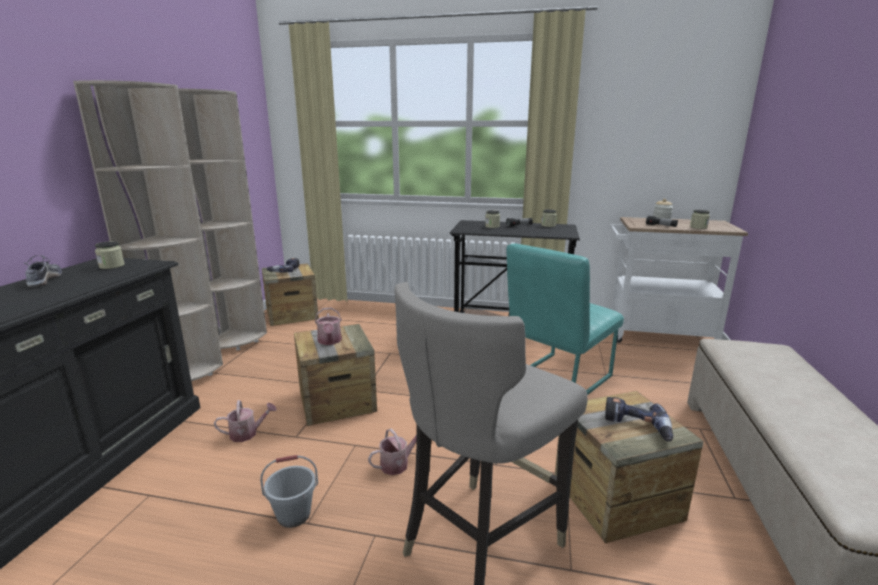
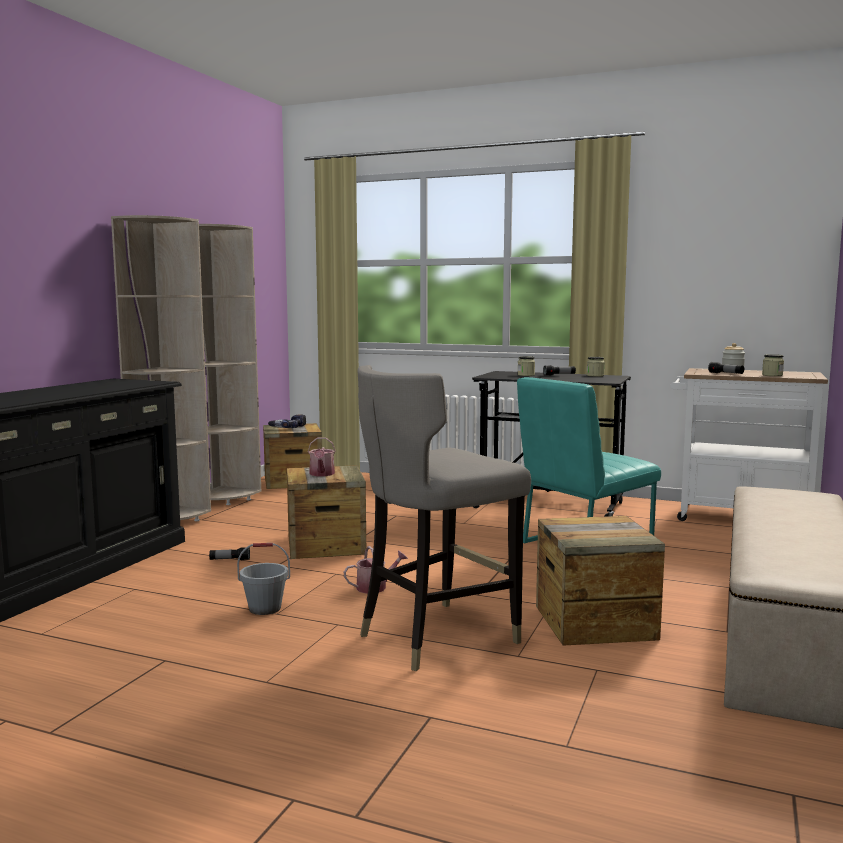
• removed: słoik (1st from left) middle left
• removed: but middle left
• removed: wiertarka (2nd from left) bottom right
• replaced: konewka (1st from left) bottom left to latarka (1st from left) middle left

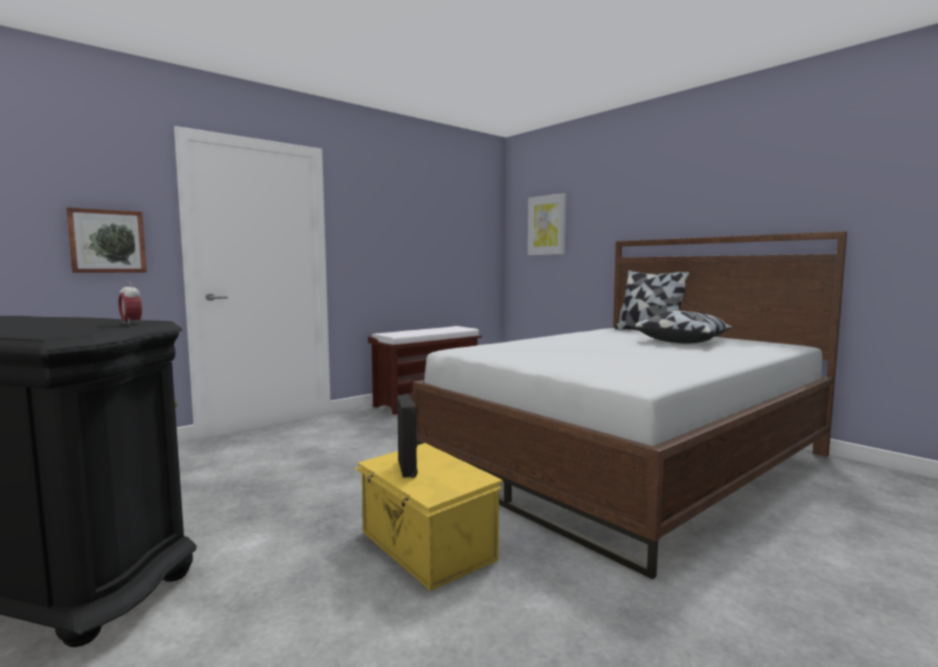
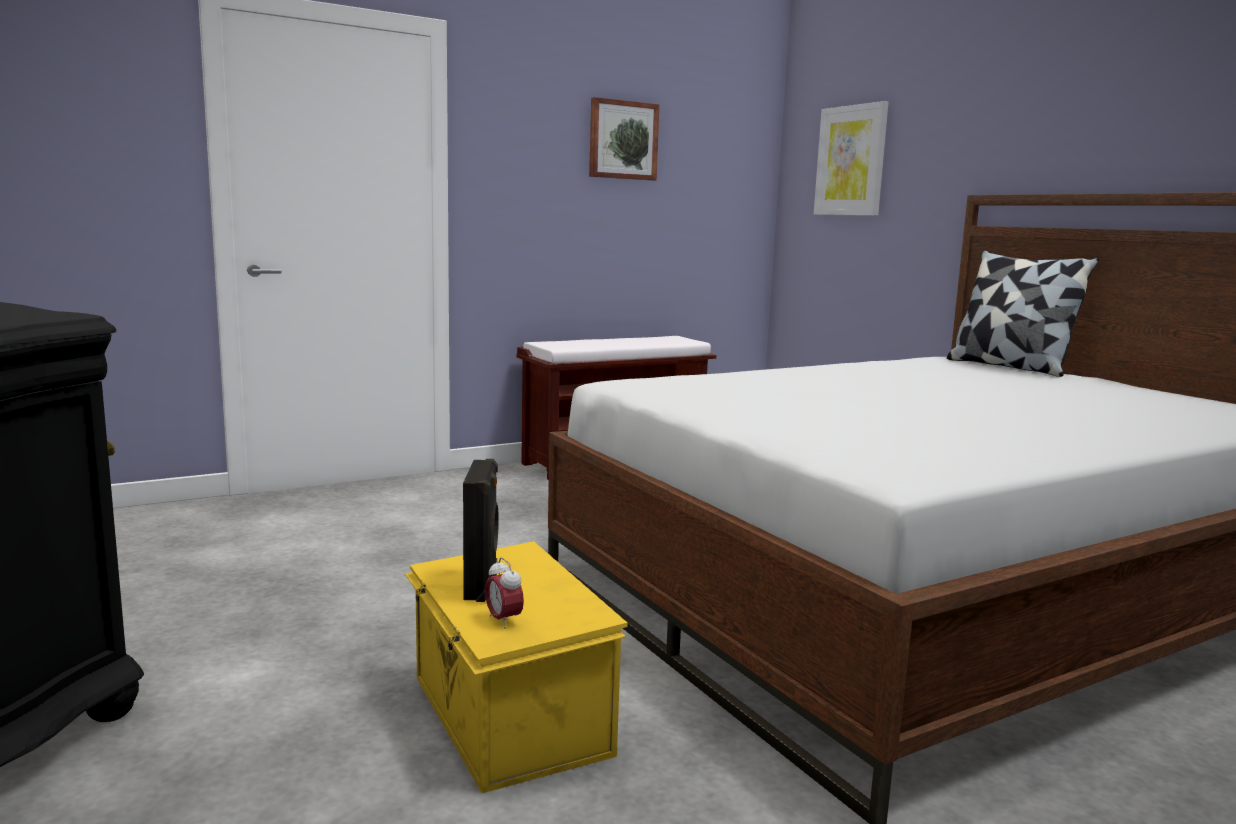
• moved: obraz (1st from left) middle left to top centre
• moved: budzik middle left to bottom centre
• removed: poduszka (2nd from left) middle right

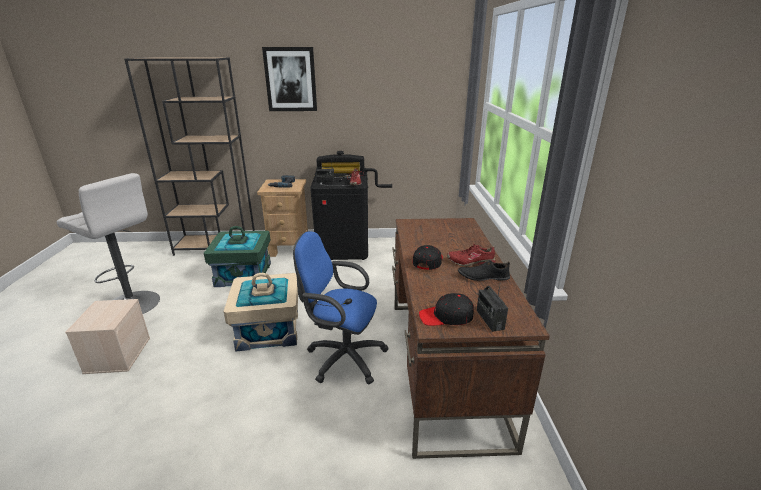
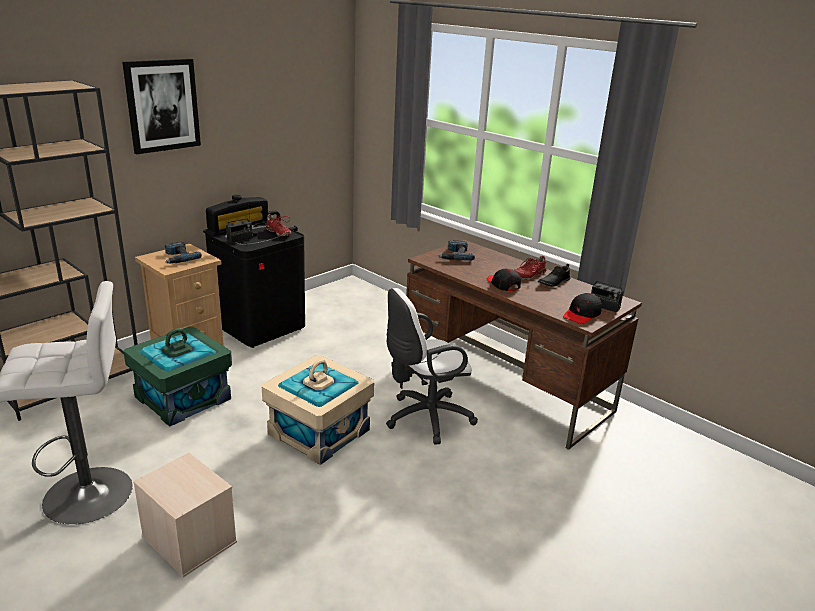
• recoloured: krzesło biurowe (niebieski) centre to krzesło biurowe (biały) centre
• added: wiertarka (2nd from left) centre

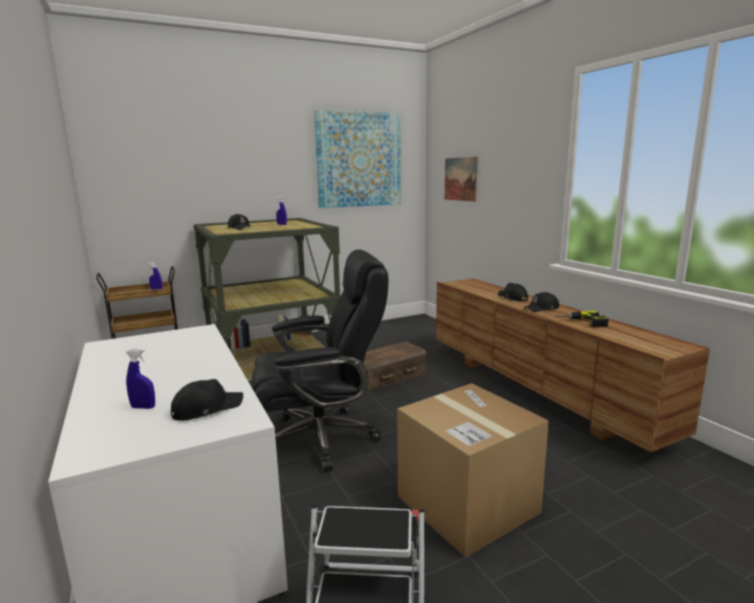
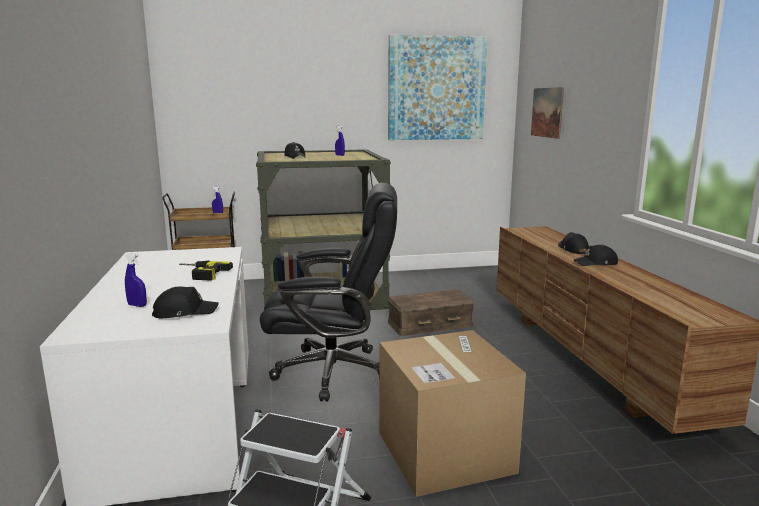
• moved: wiertarka middle right to middle left

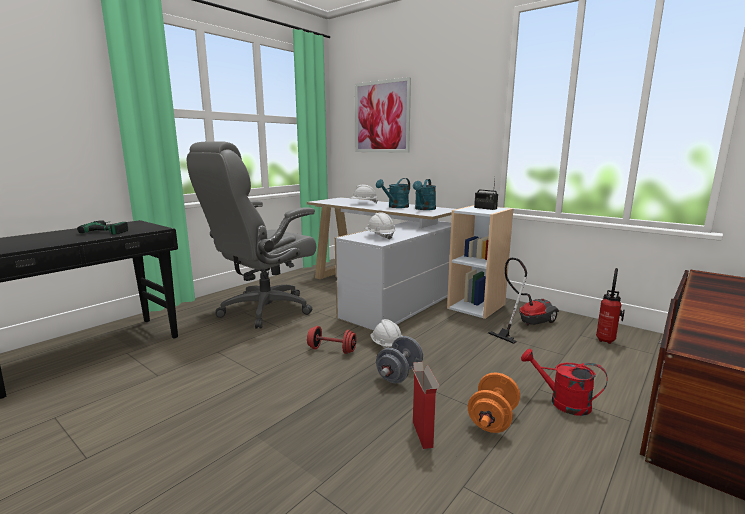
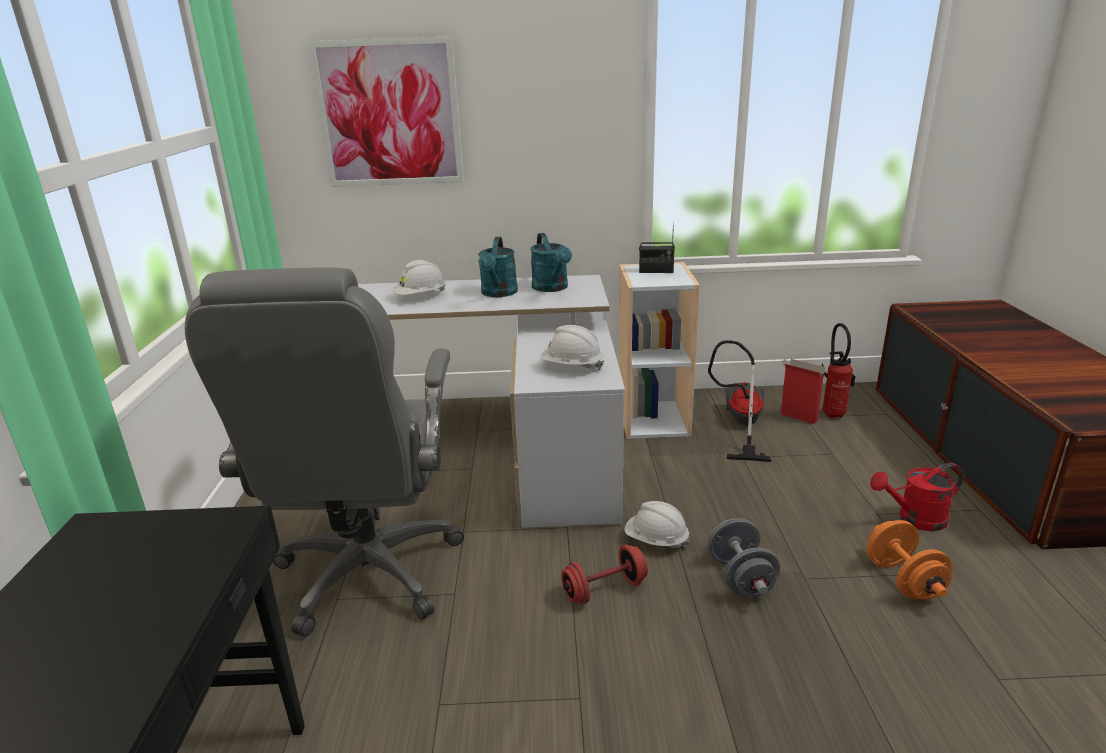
• removed: wiertarka middle left
• moved: karton bottom centre to middle right

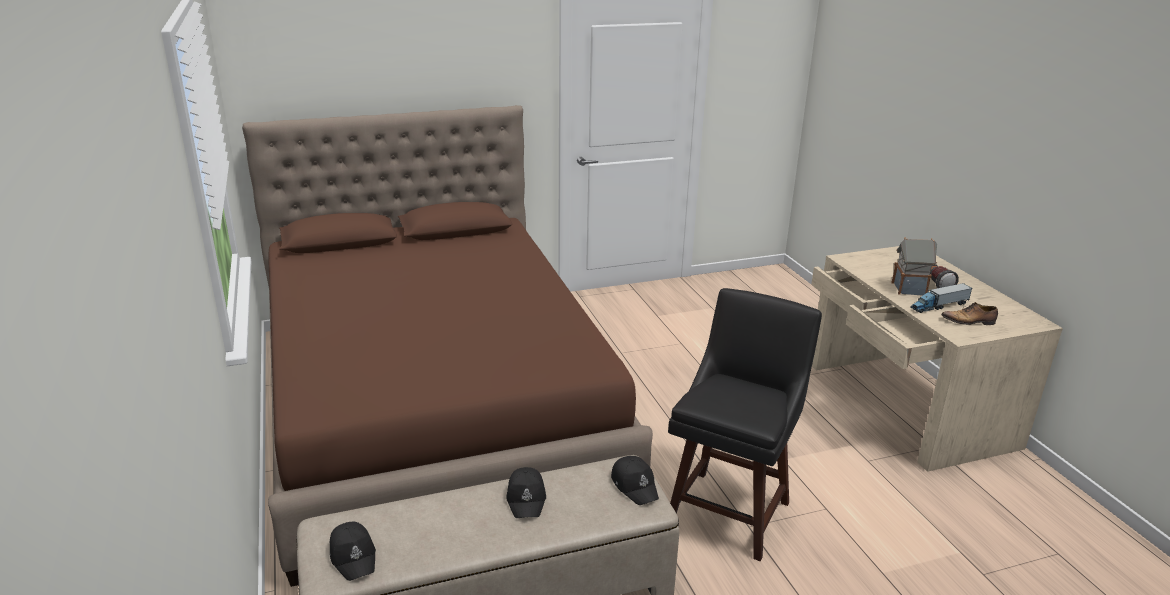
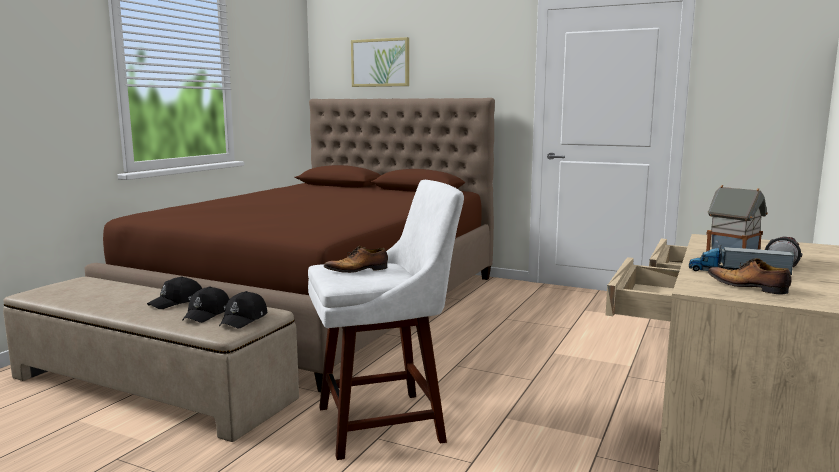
• recoloured: stołek (czarny) bottom centre to stołek (biały) bottom centre
• moved: czapka z daszkiem (czarny) (1st from left in the first image) bottom left to czapka z daszkiem (czarny) (2nd from left) middle left
• added: obraz top centre
• added: but (1st from left) centre

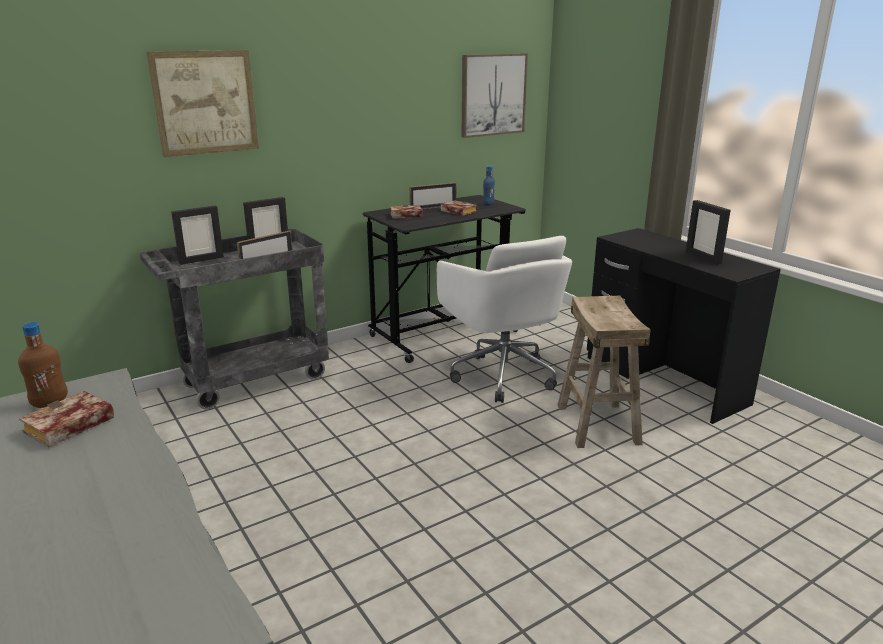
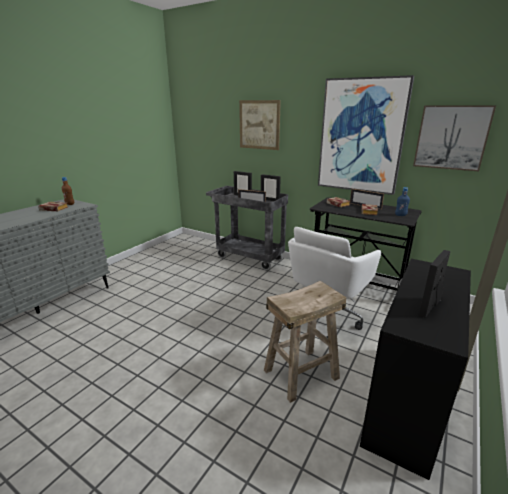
• added: obraz (2nd from left) top right

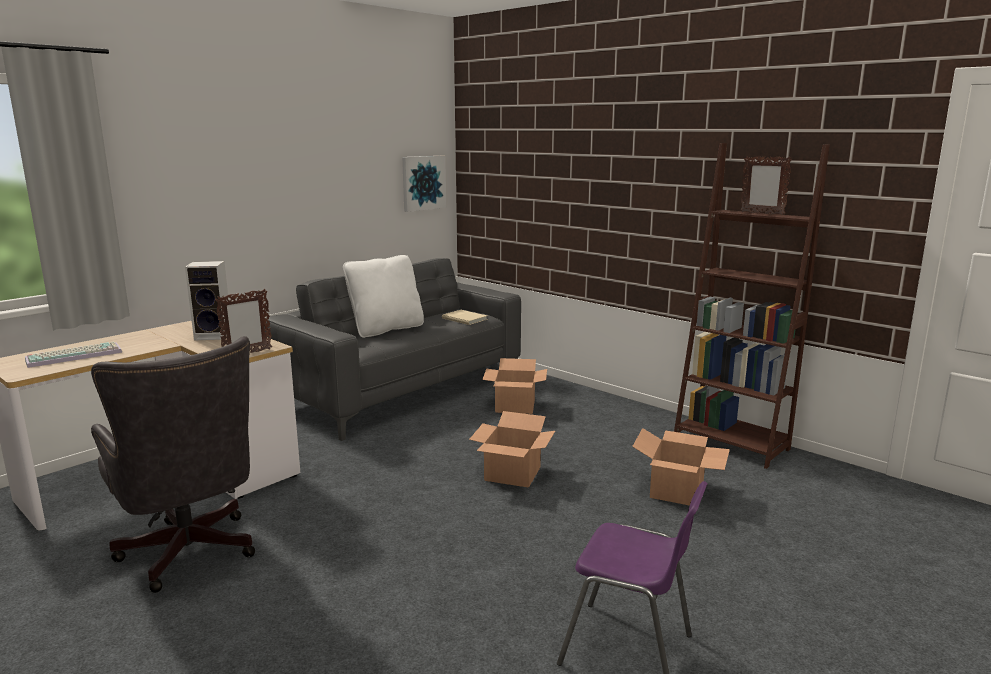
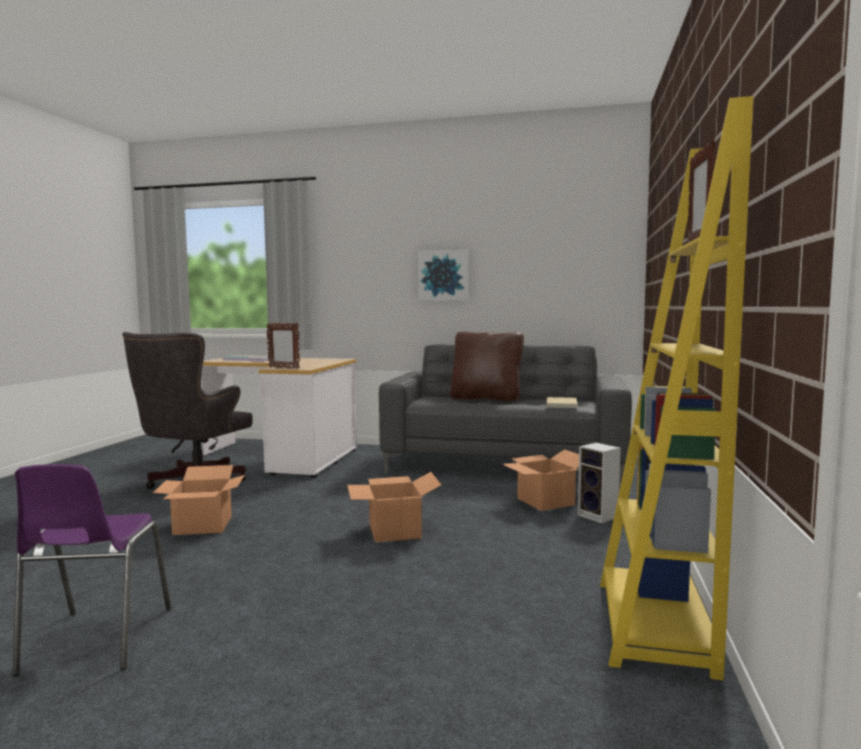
• recoloured: regał (brązowy) middle right to regał (żółty) middle right
• moved: obraz top centre to centre
• recoloured: poduszka (biały) centre to poduszka (brązowy) centre
• moved: głośnik middle left to middle right
• moved: karton (3rd from left in the first image) bottom right to karton (1st from left) bottom left

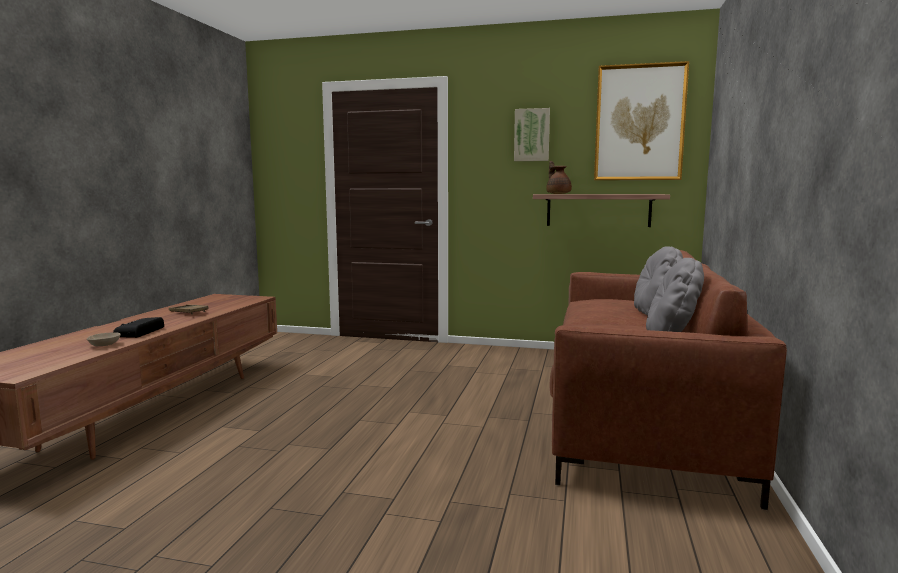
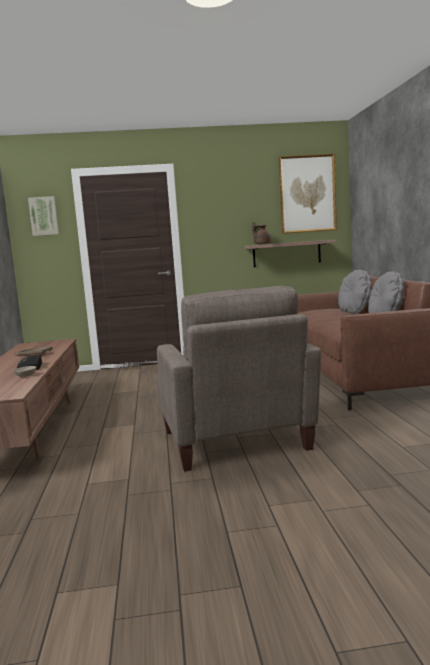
• moved: obraz (1st from left) top centre to top left
• added: fotel (beżowy) centre

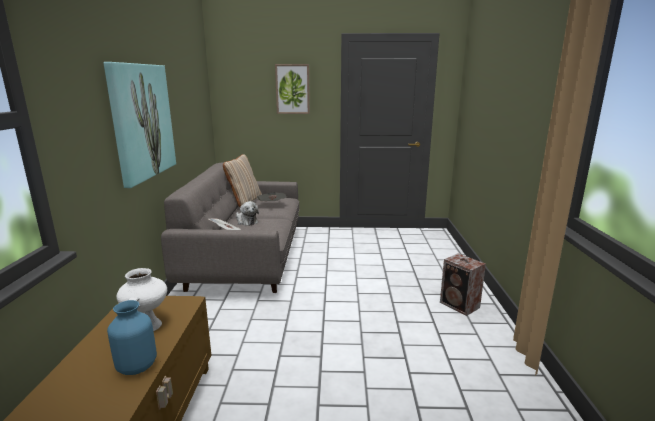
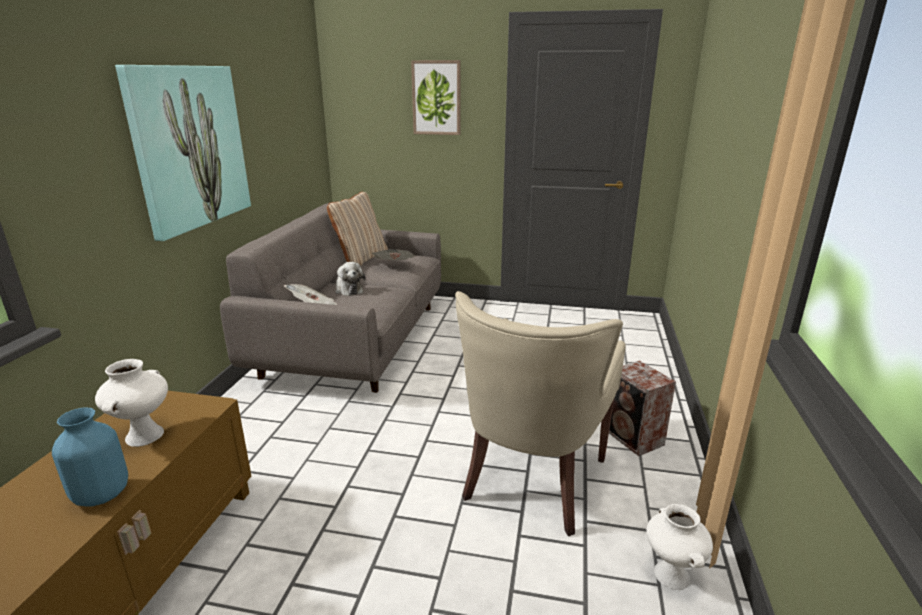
• added: fotel (beżowy) bottom centre
• added: wazon (biały) (2nd from left) bottom right

